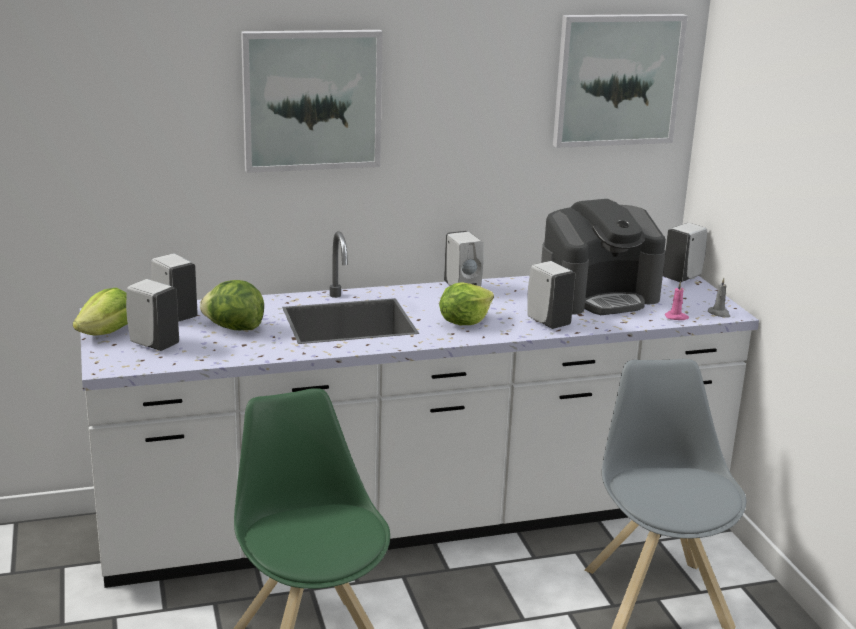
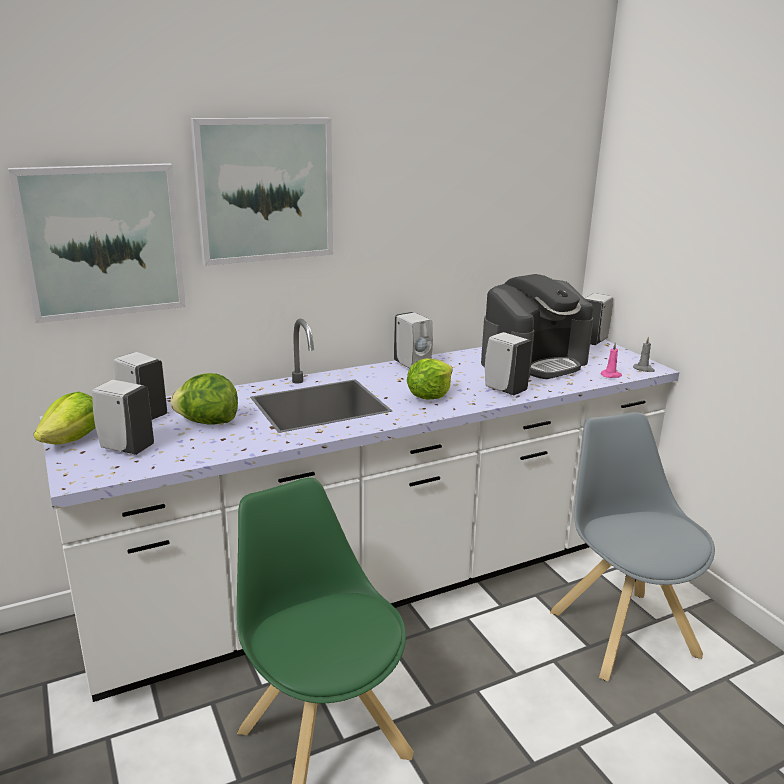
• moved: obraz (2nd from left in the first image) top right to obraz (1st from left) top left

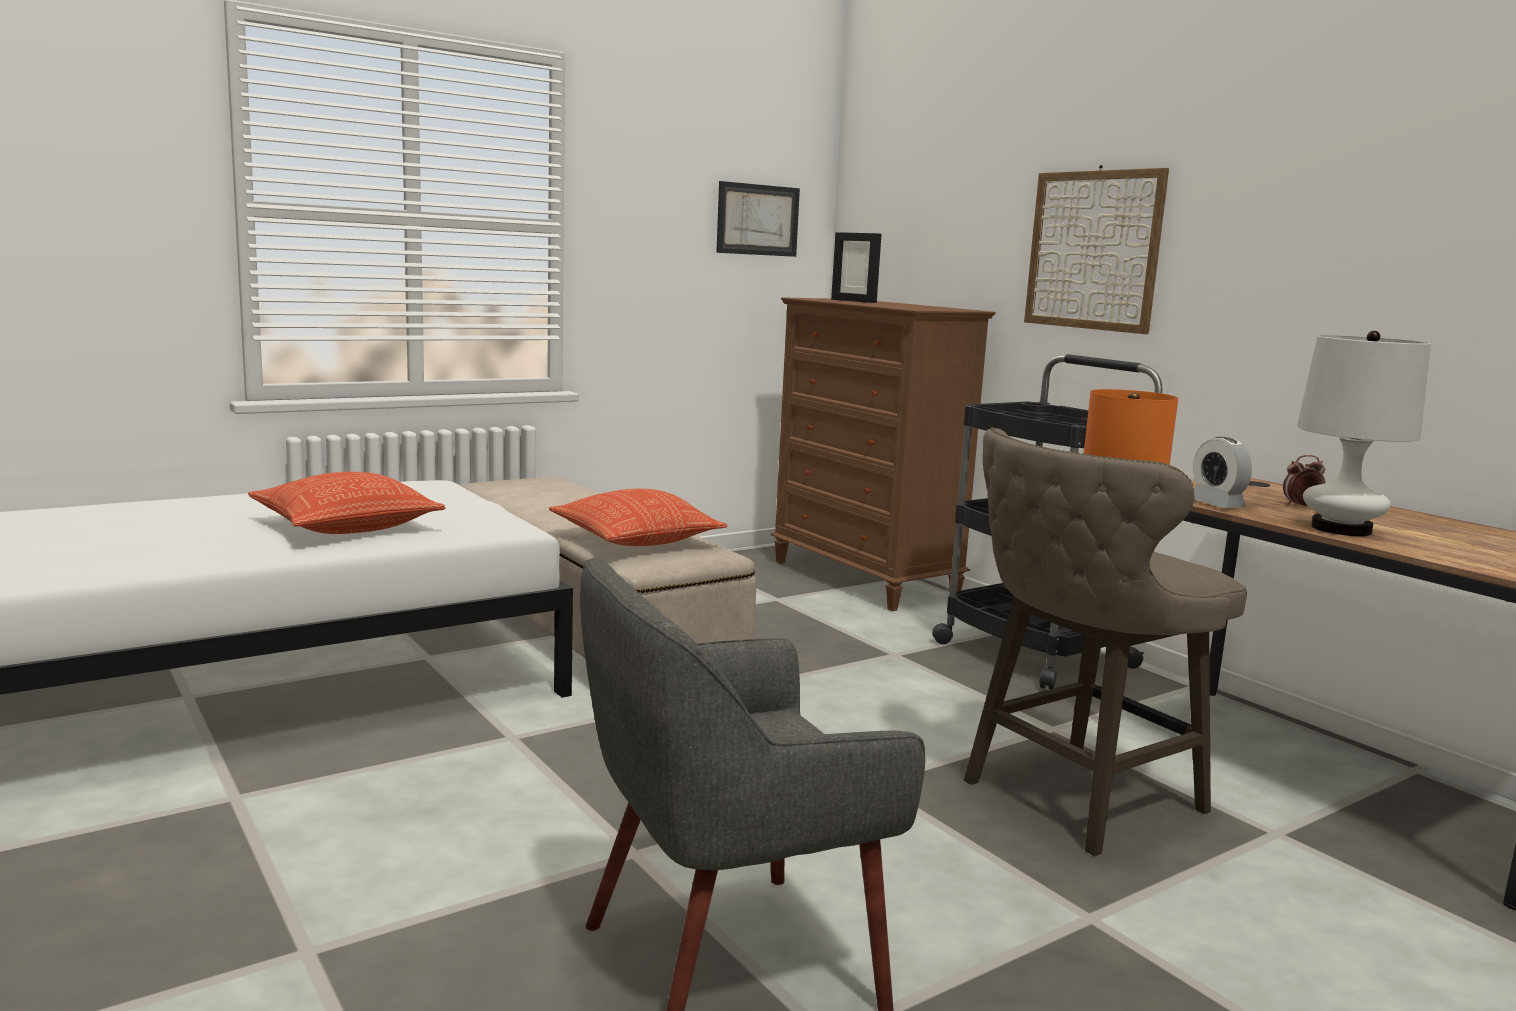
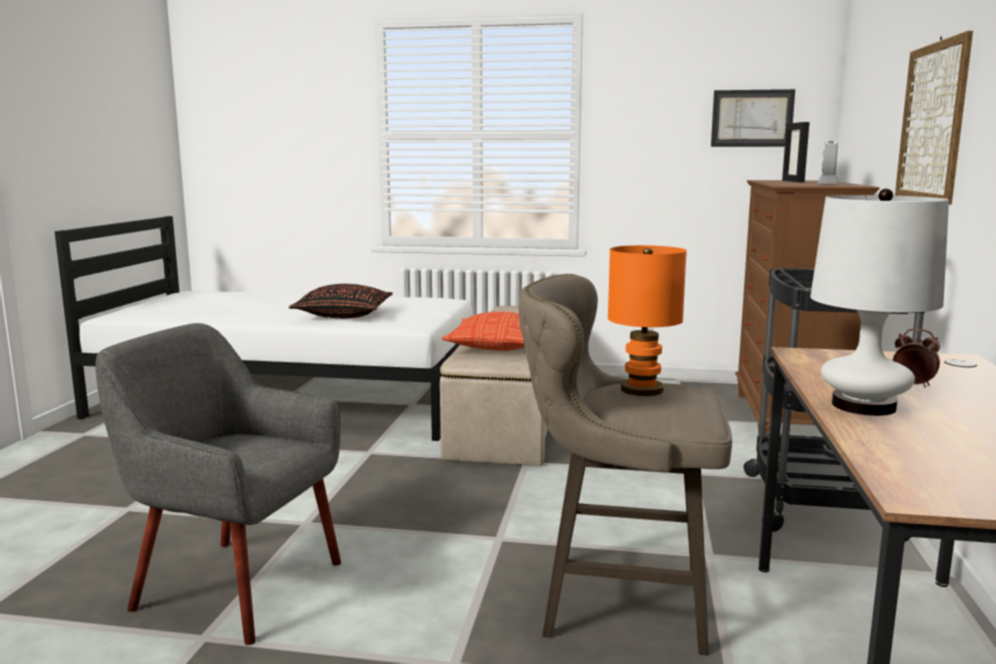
• moved: budzik (1st from left) middle right to top right
• recoloured: poduszka (pomarańczowy) (1st from left) middle left to poduszka (czarny) centre

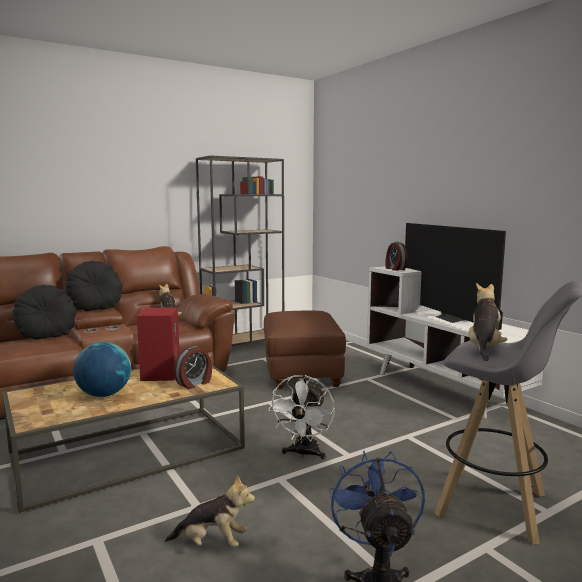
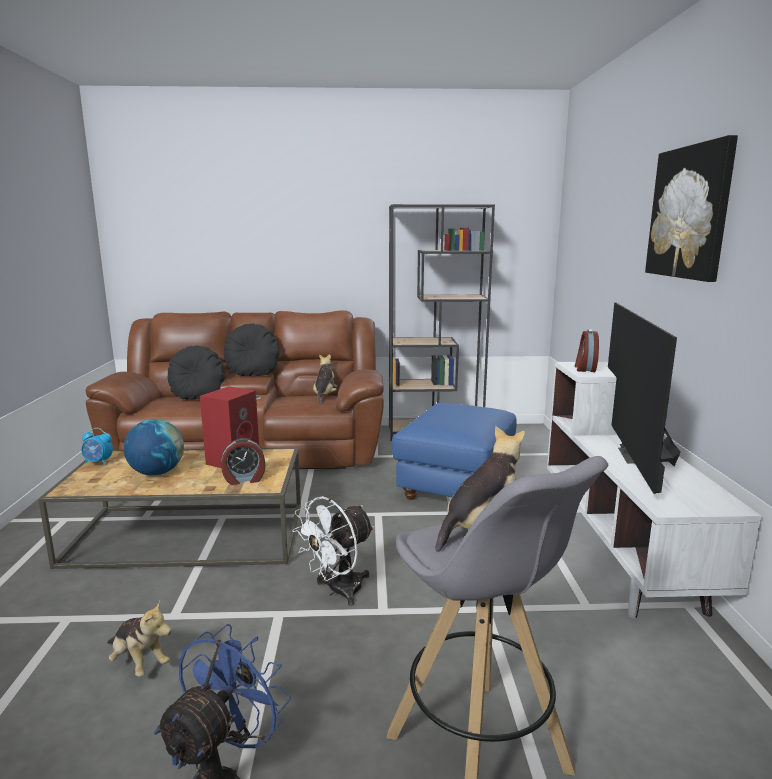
• recoloured: pufa (brązowy) centre to pufa (niebieski) centre
• added: obraz top right
• added: budzik (1st from left) middle left

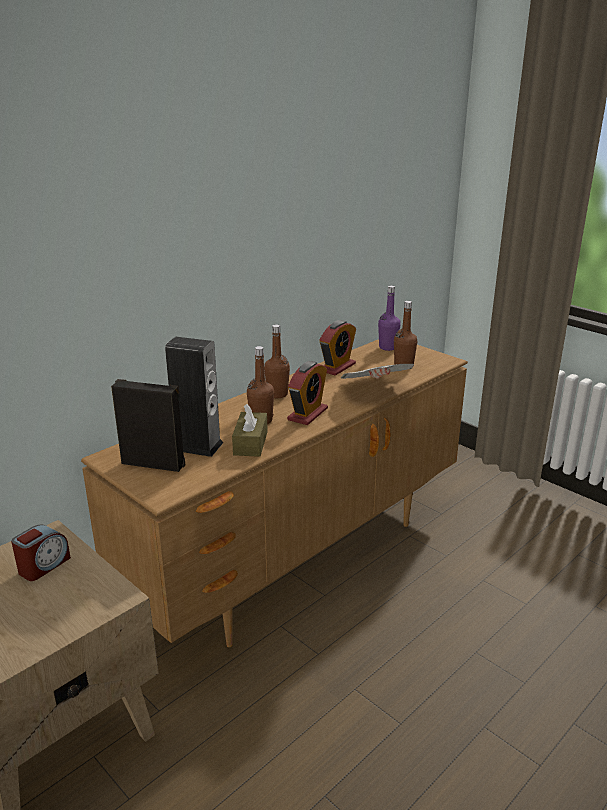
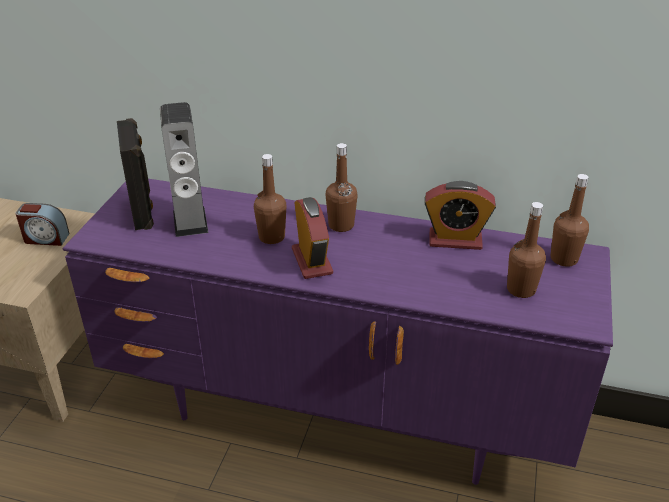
• recoloured: butelka (fioletowy) centre to butelka (brązowy) (4th from left) middle right
• recoloured: komoda (brązowy) centre to komoda (fioletowy) centre
• turned: budzik (2nd from left) centre = centre 105 degrees counterclockwise
• removed: gazeta centre
• removed: pudełko chusteczek (brązowy) centre

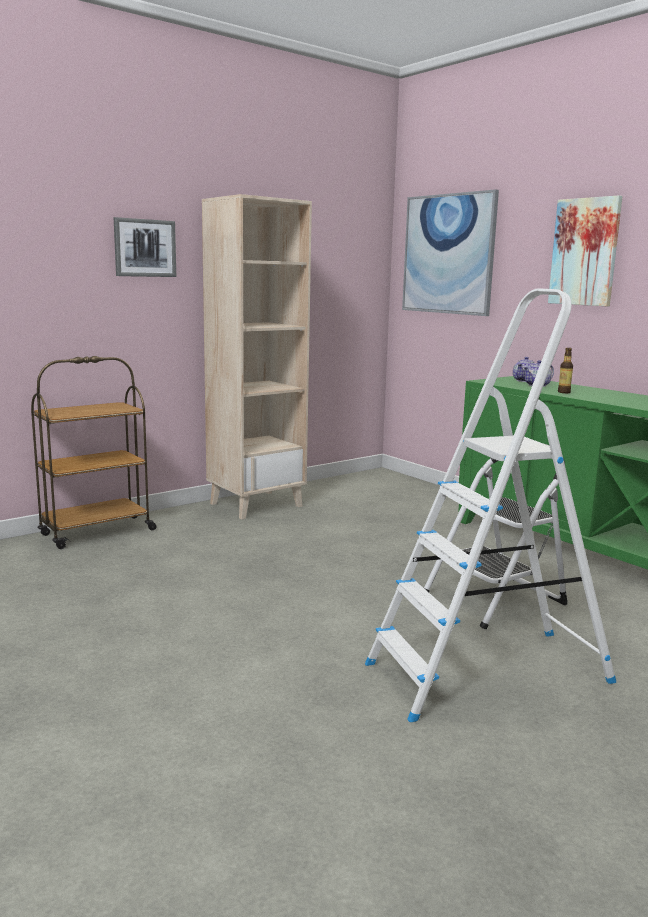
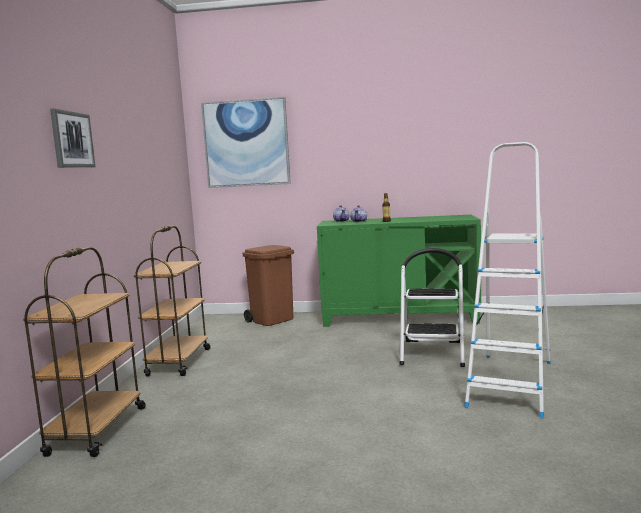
• replaced: regał (beżowy) centre to wózek (brązowy) (2nd from left) middle left
• removed: obraz (3rd from left) top right
• added: kosz na śmieci (brązowy) centre

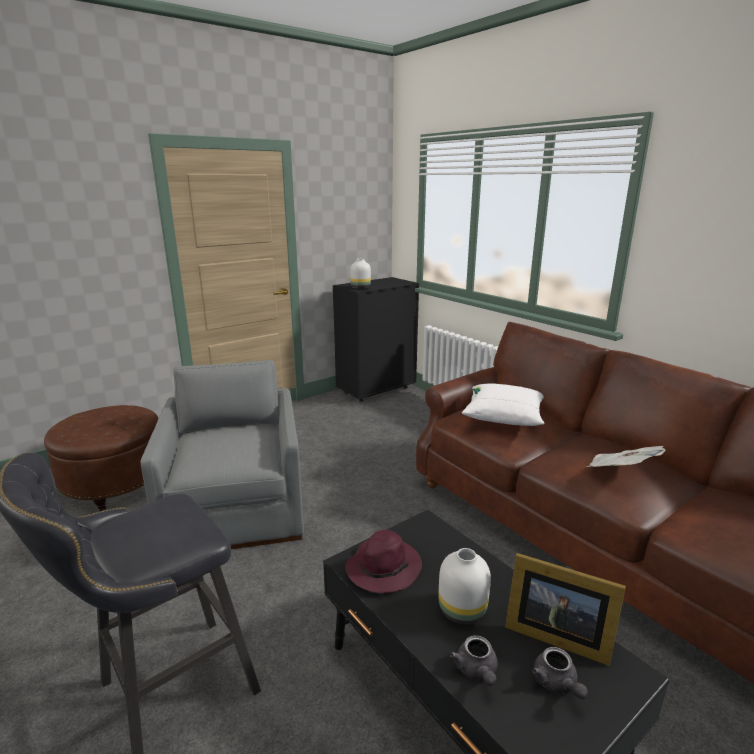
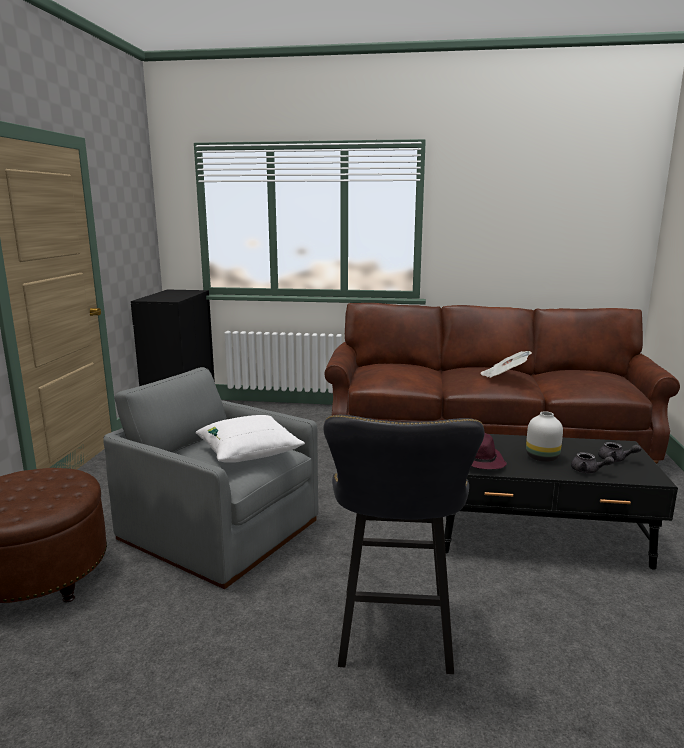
• removed: wazon (biały) (1st from left) centre
• moved: poduszka (biały) middle right to centre
• removed: ramka na zdjęcie bottom right

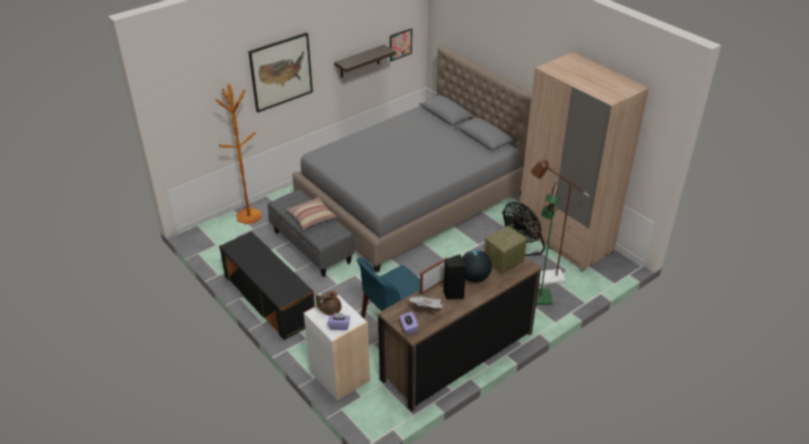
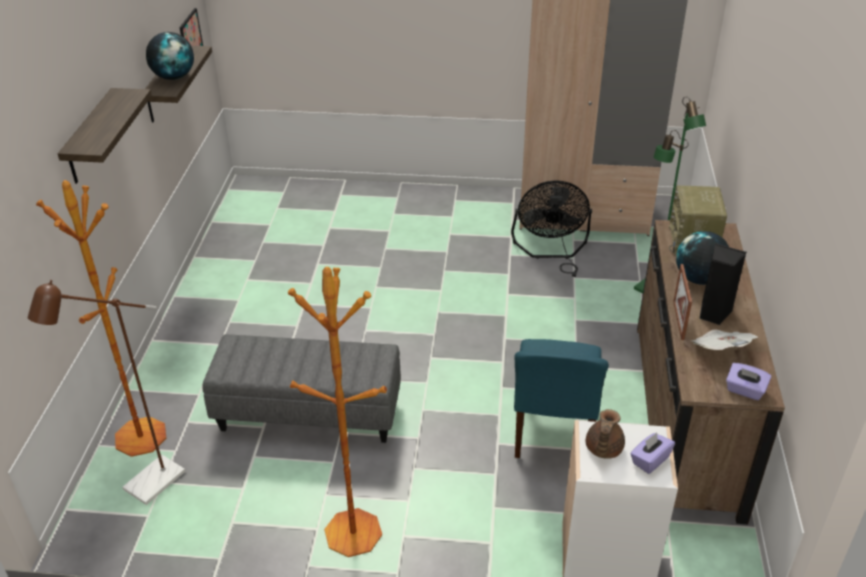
• replaced: obraz (1st from left) top centre to półka (1st from left) top left
• removed: łóżko (szary) centre
• moved: lampa stojąca (brązowy) middle right to bottom left
• removed: poduszka centre
• replaced: ławka (czarny) middle left to wieszak (pomarańczowy) (2nd from left) bottom centre
• added: globus (1st from left) top left

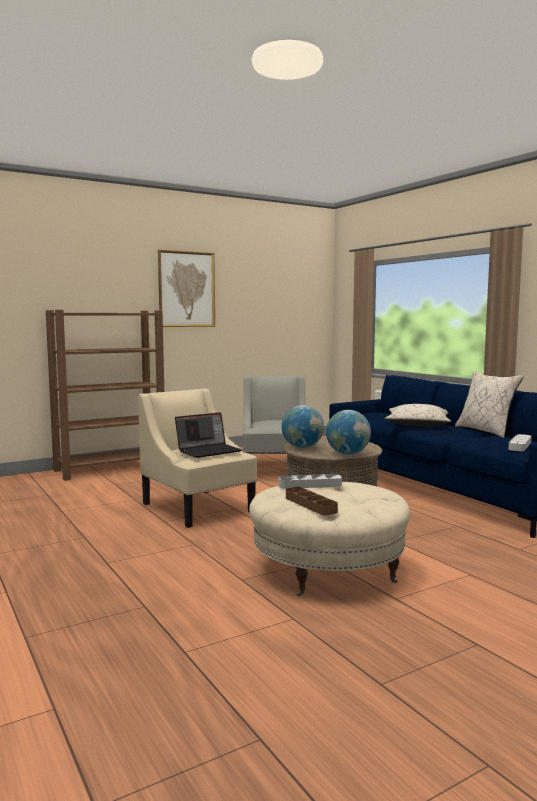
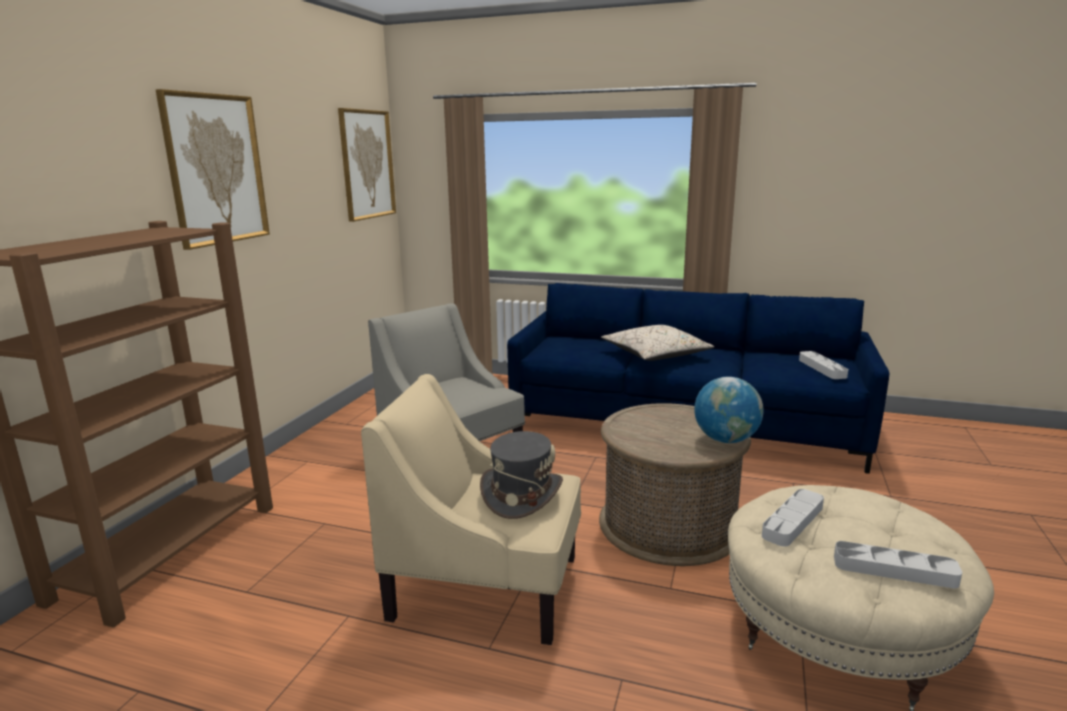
• removed: poduszka (beżowy) (2nd from left) middle right
• removed: globus (1st from left) centre
• replaced: laptop centre to kapelusz (szary) bottom centre
• recoloured: taca (brązowy) centre to taca (szary) (3rd from left) bottom right
• added: obraz (2nd from left) top centre

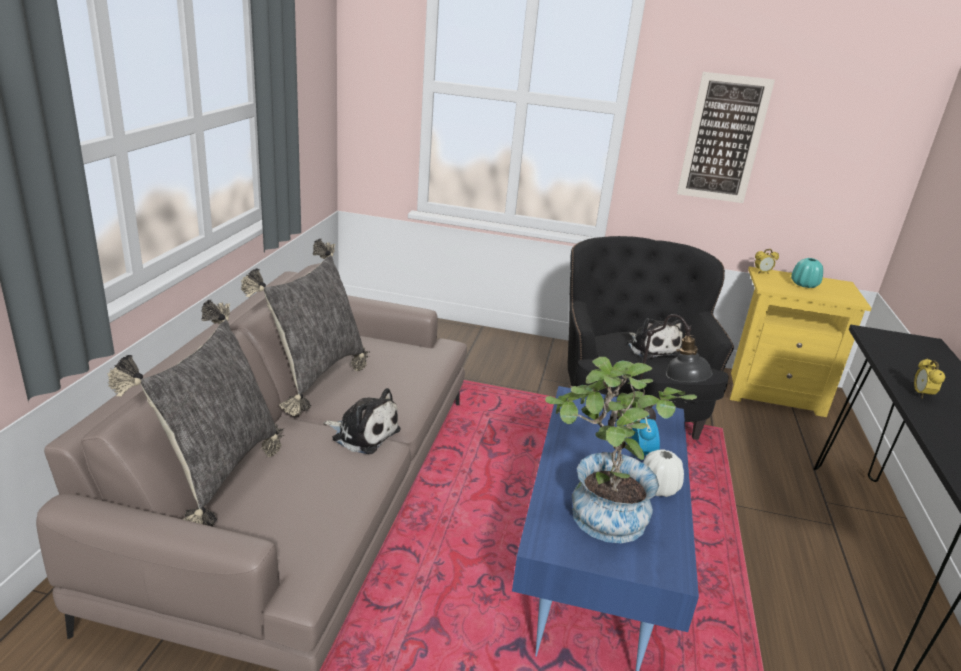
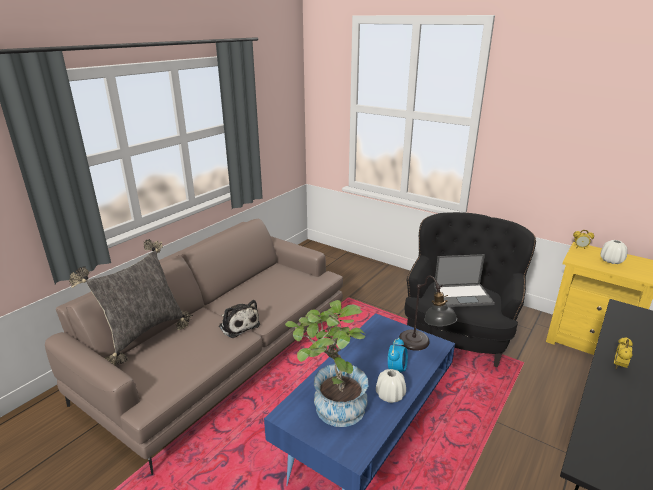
• removed: obraz top right
• removed: poduszka (2nd from left) middle left
• recoloured: wazon (turkusowy) middle right to wazon (biały) (2nd from left) middle right
• replaced: pluszak (2nd from left) middle right to laptop middle right

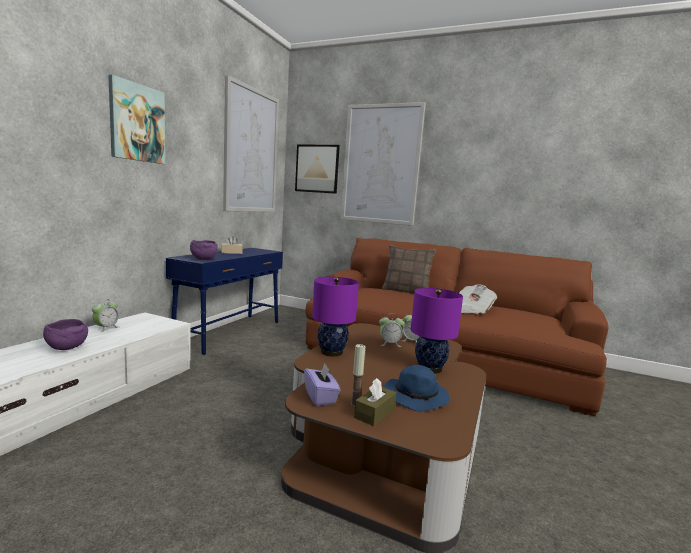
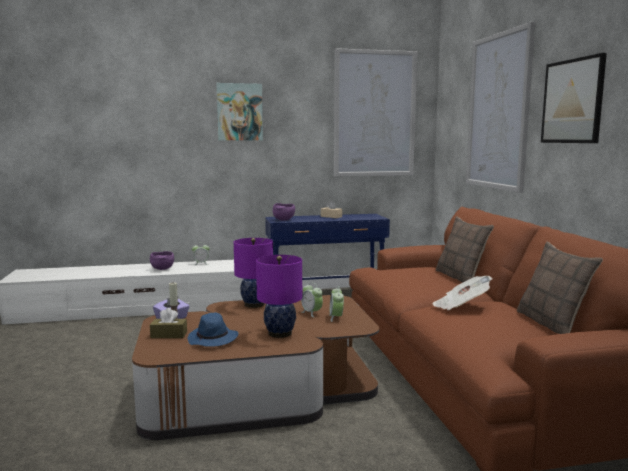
• moved: obraz (3rd from left in the first image) top centre to obraz (4th from left) top right
• added: poduszka (2nd from left) middle right

